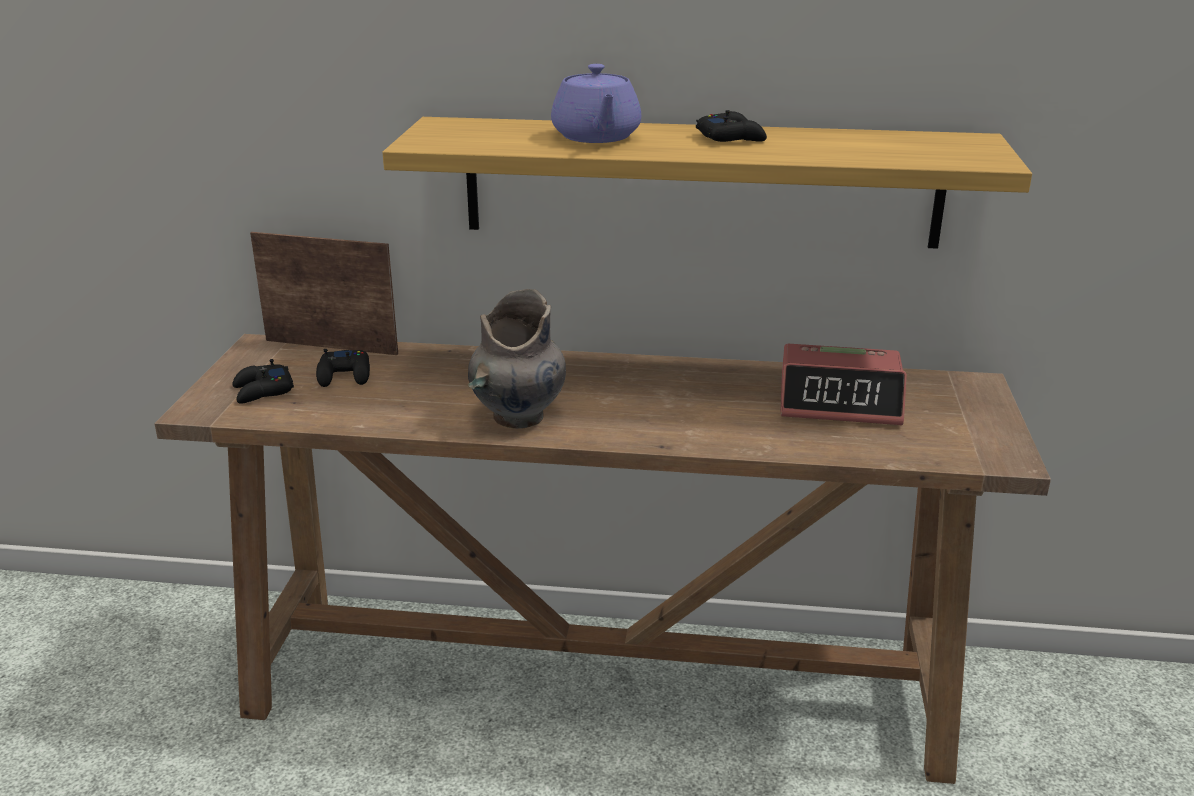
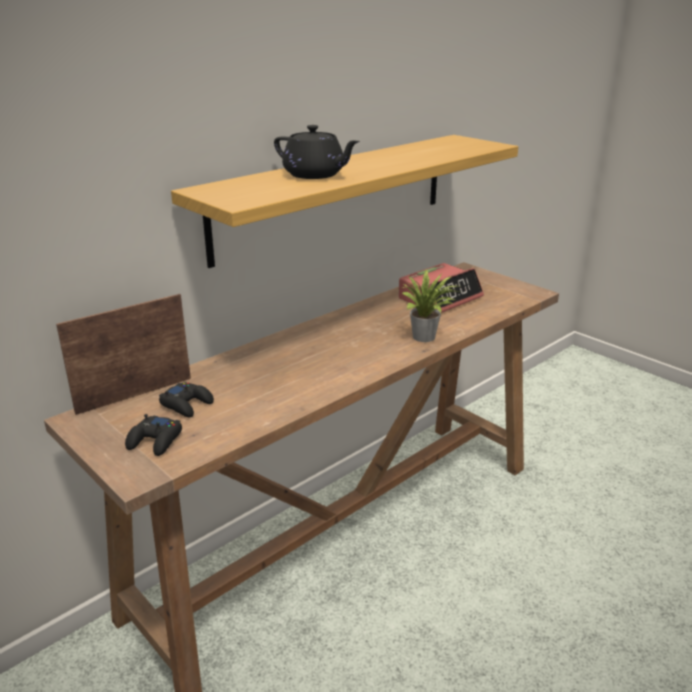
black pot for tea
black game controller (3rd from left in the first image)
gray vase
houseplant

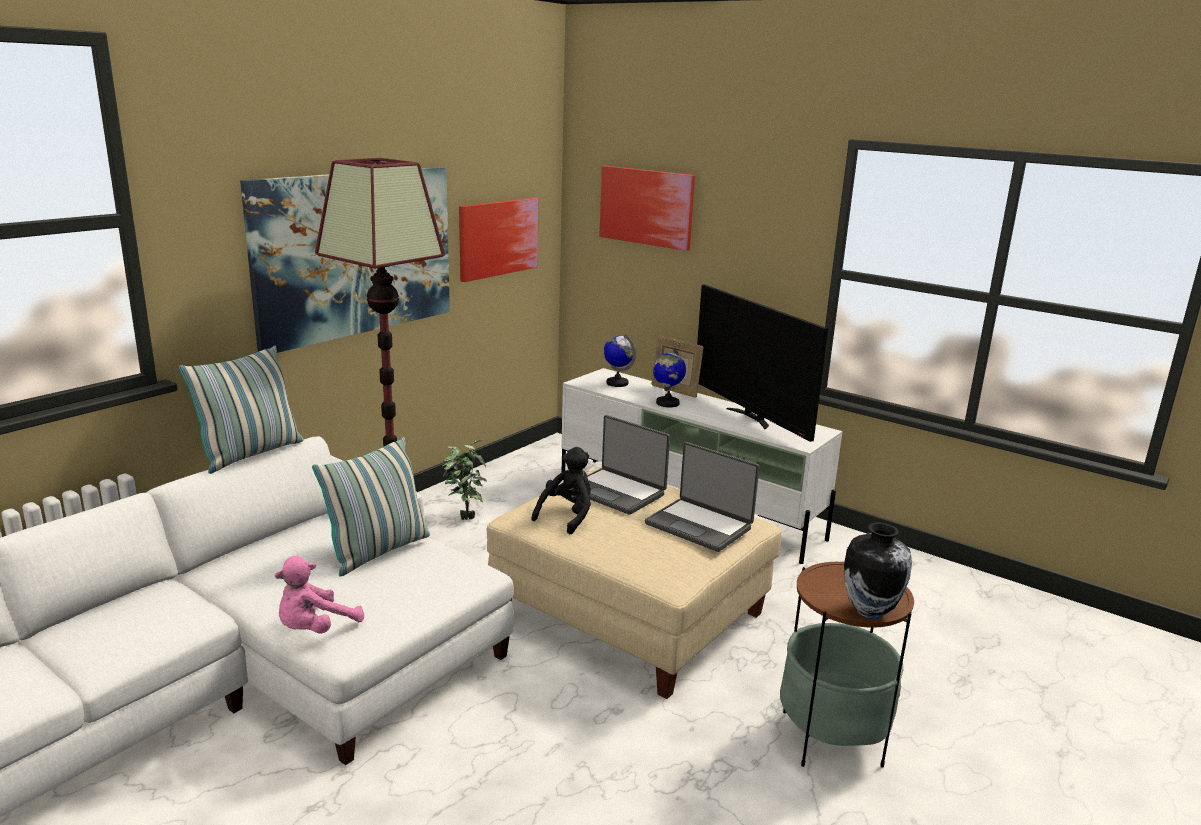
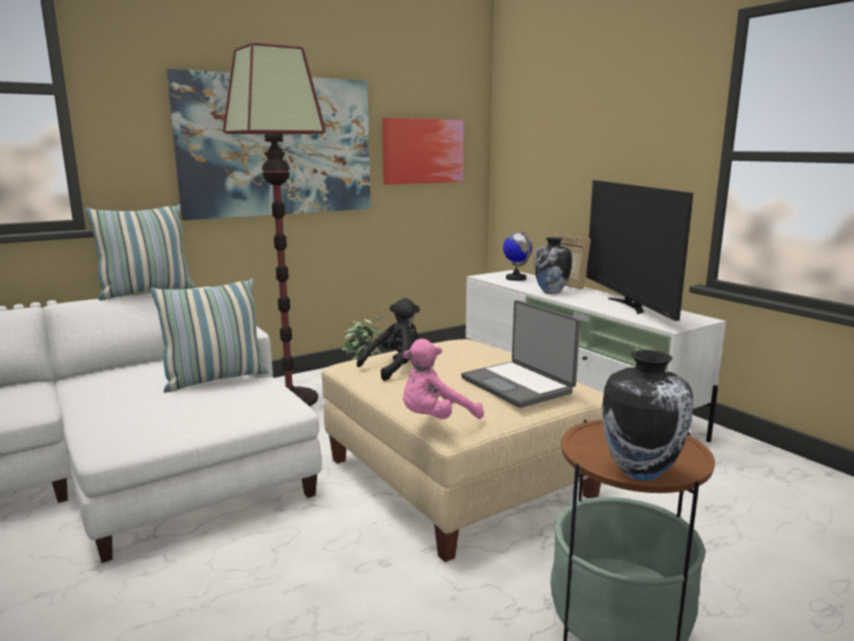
picture (3rd from left in the first image)
vase (1st from left)
portable computer (1st from left in the first image)
pinkish plush toy

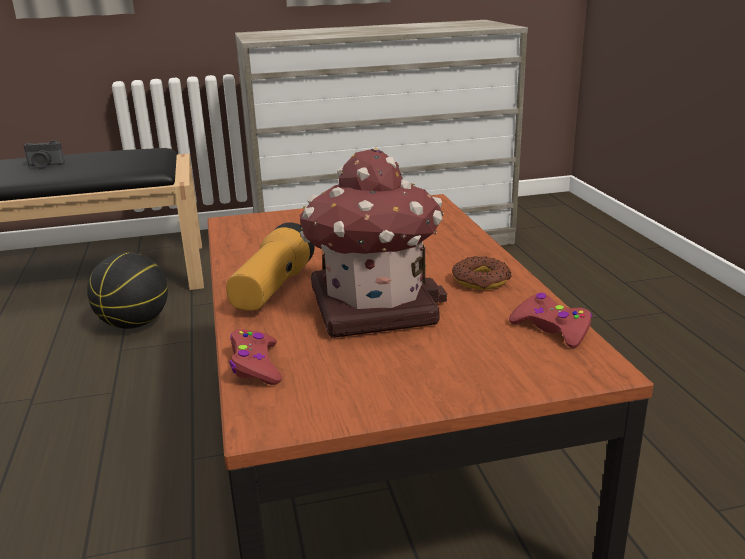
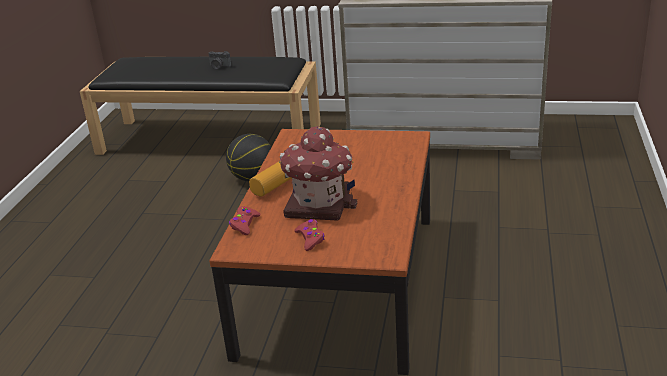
doughnut
red game controller (2nd from left)

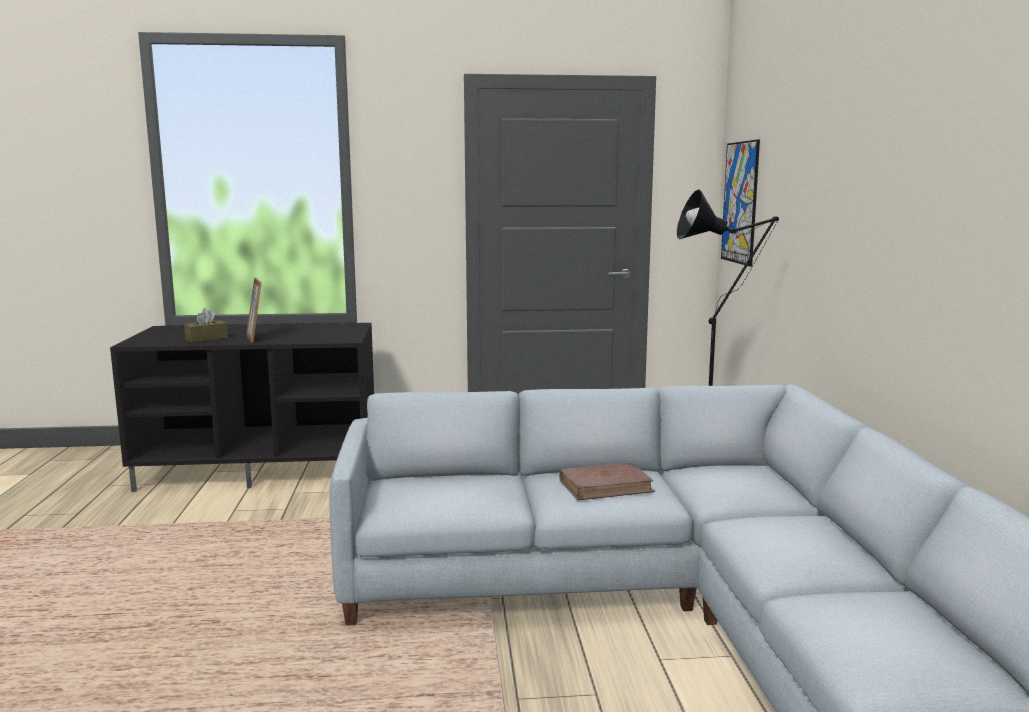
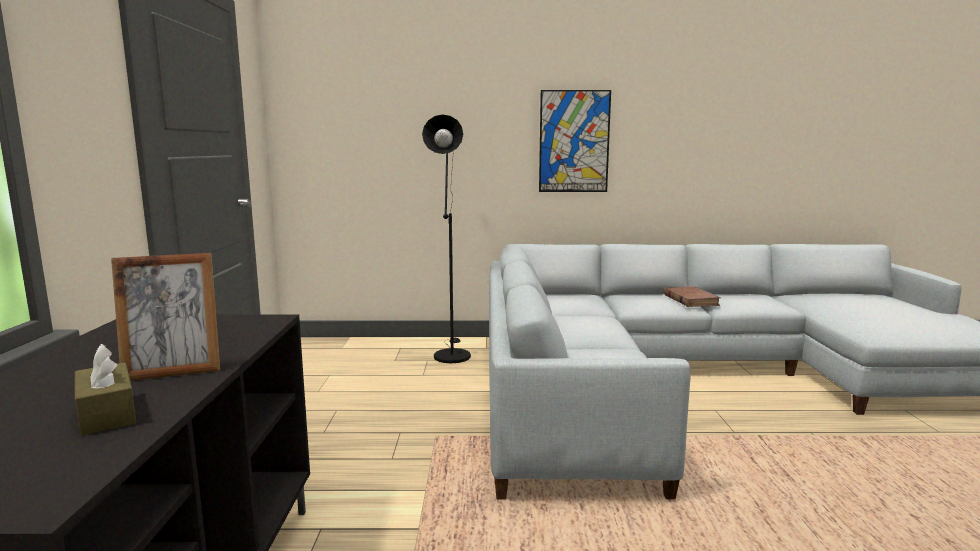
picture
brown volume

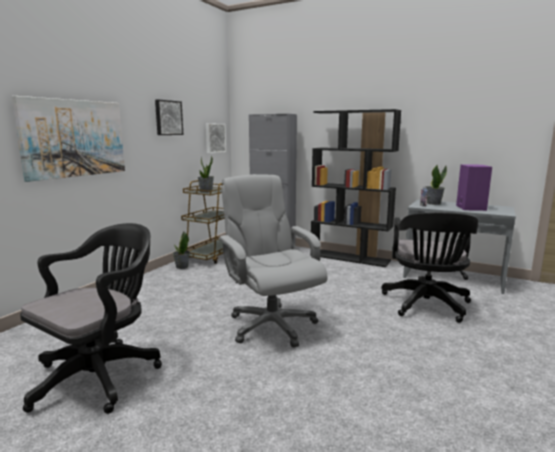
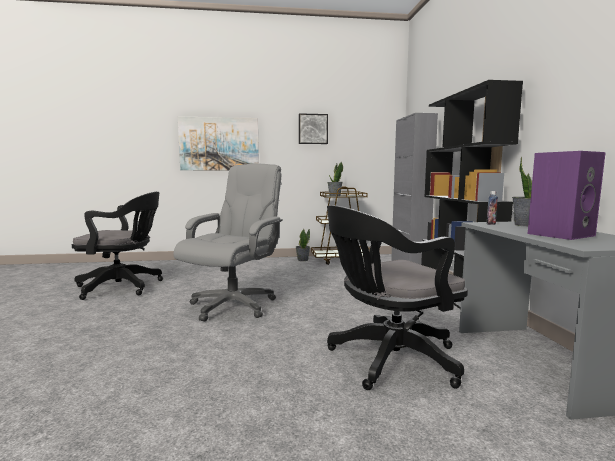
picture (3rd from left in the first image)

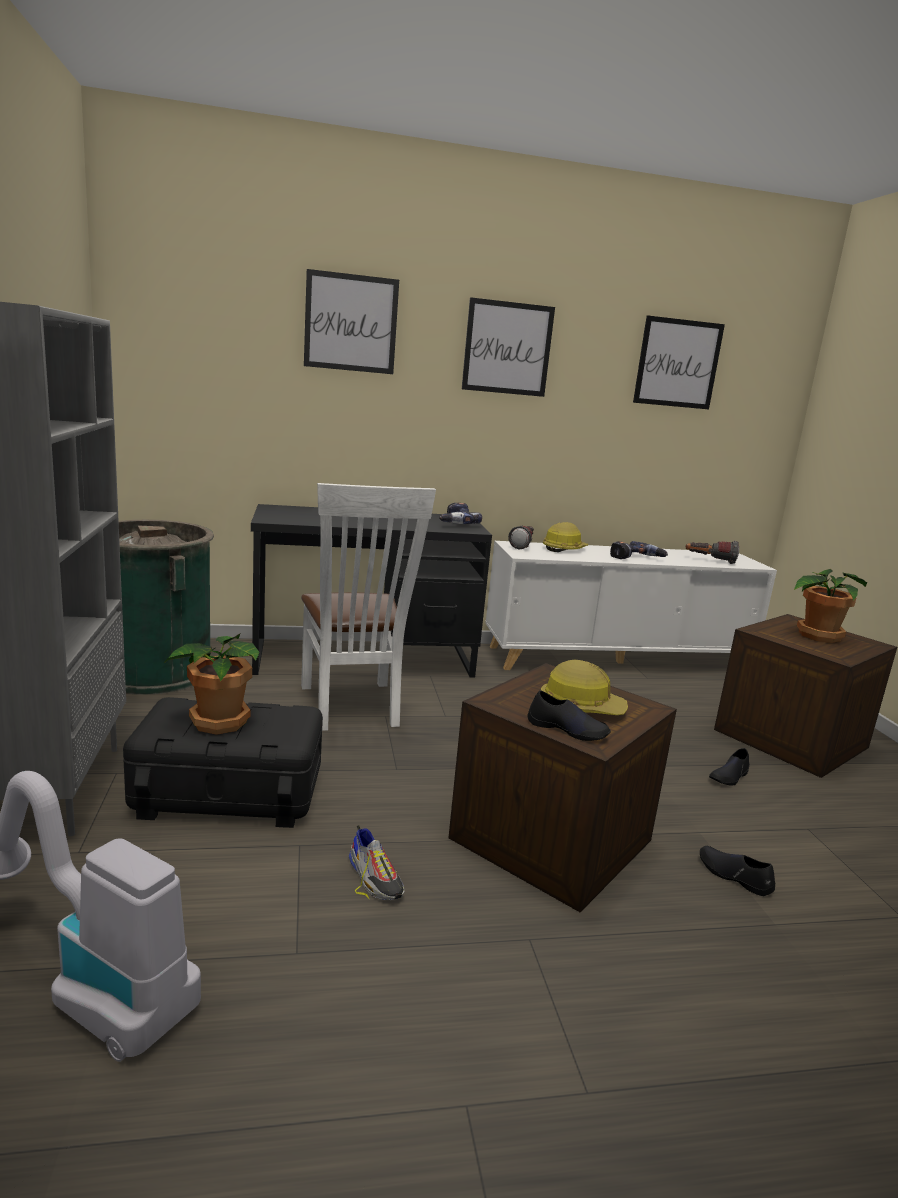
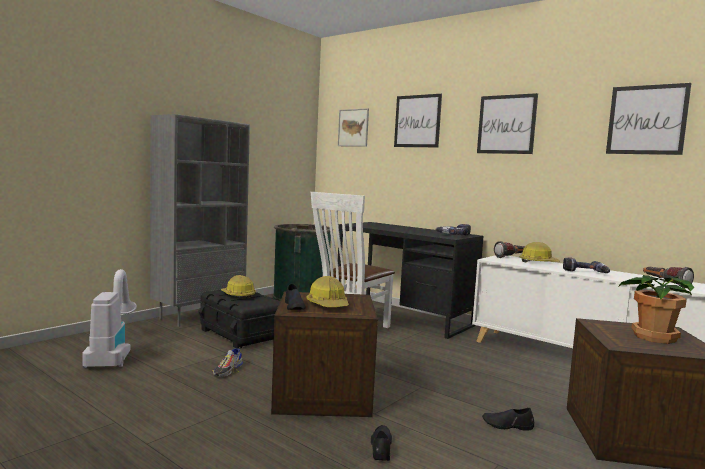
safety helmet (1st from left)
picture (1st from left)

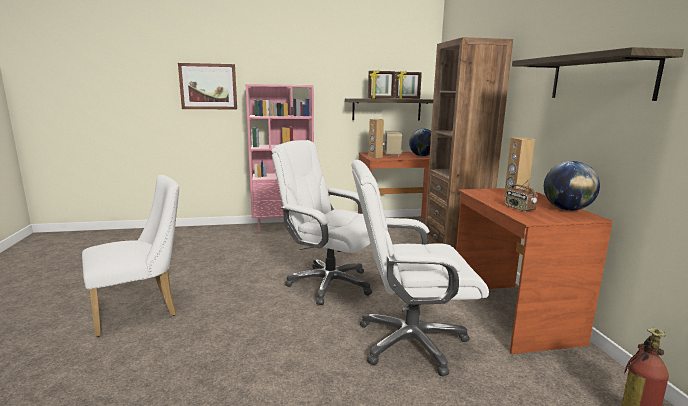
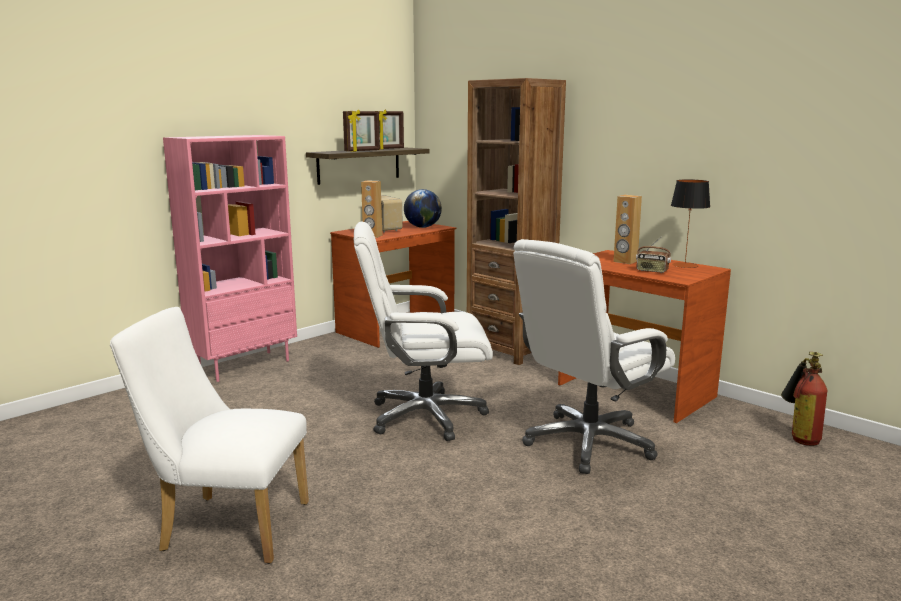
wall shelf (2nd from left in the first image)
picture
table lamp
white-coloured chair

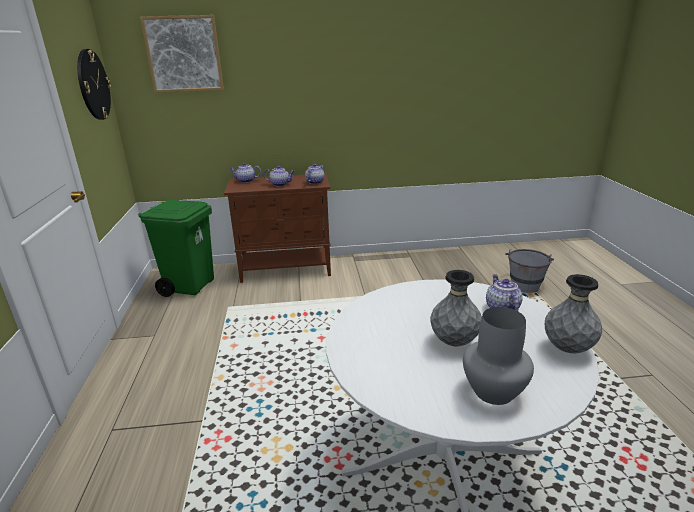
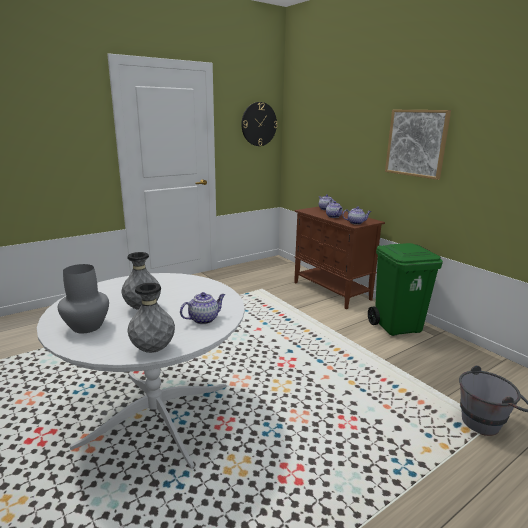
picture
greenish rubbish bin

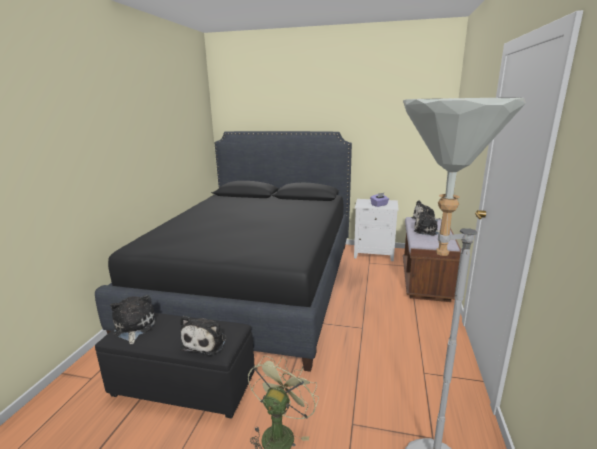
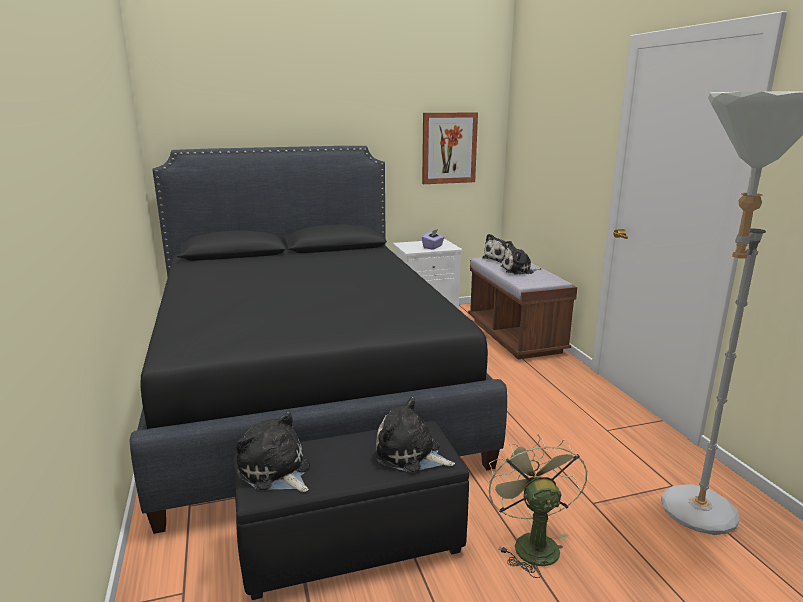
plush toy (2nd from left)
picture

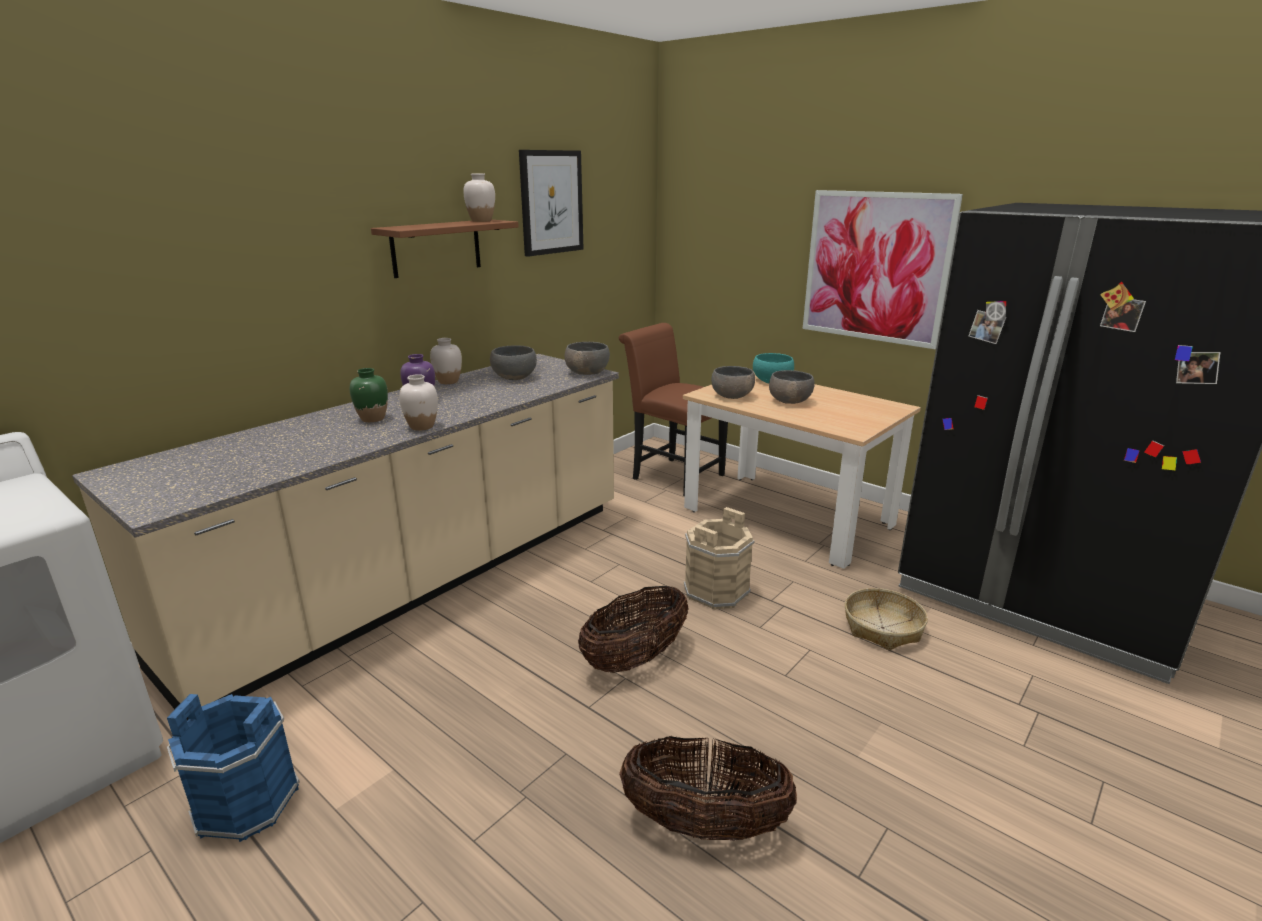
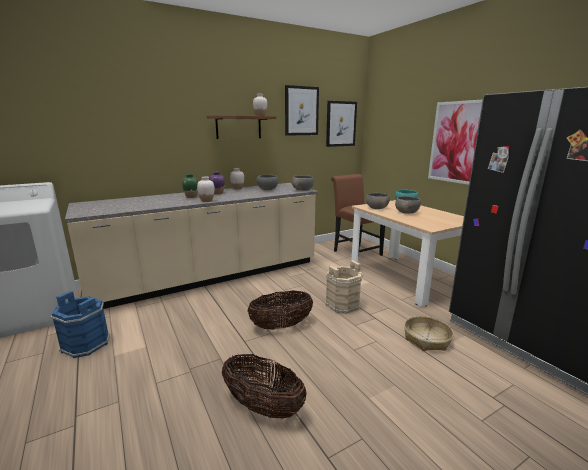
picture (2nd from left)

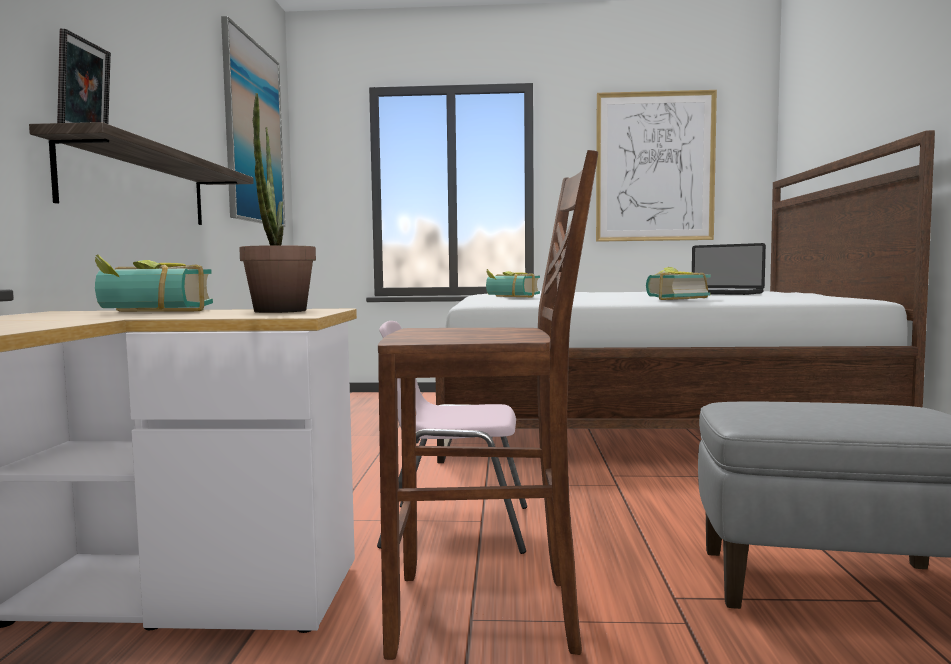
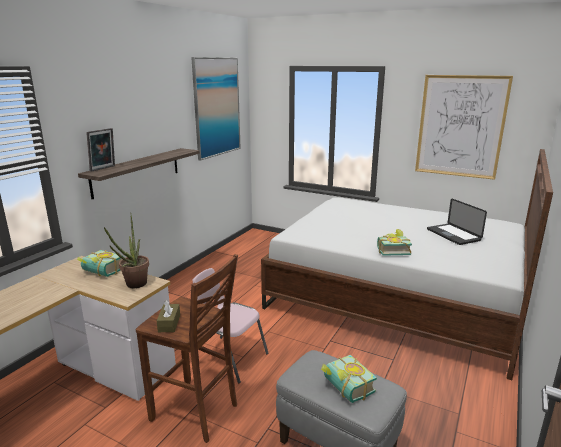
volume (2nd from left)
brown tissue holder

